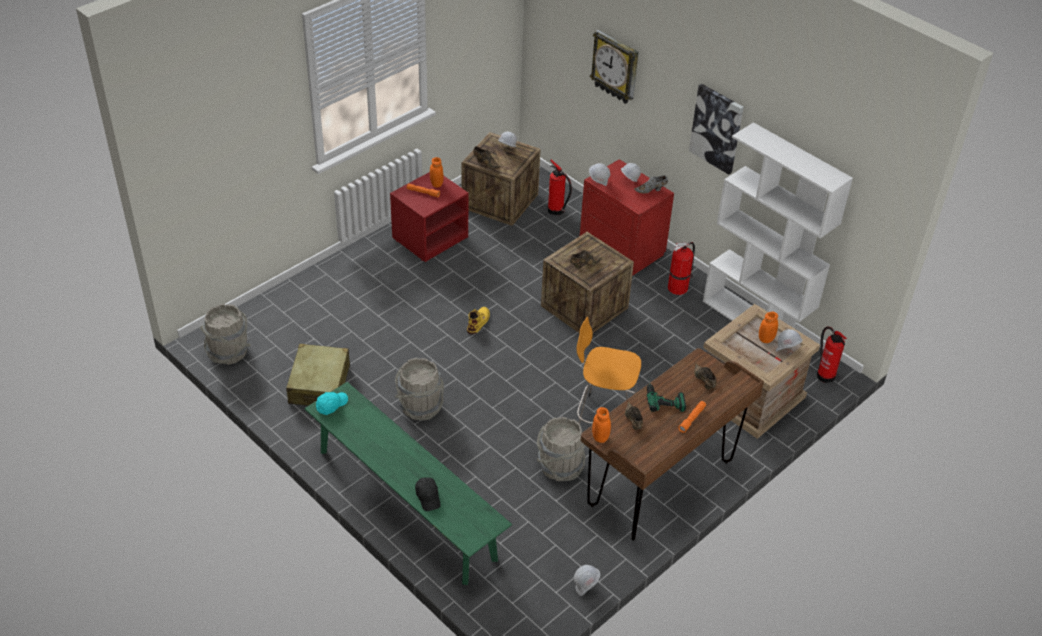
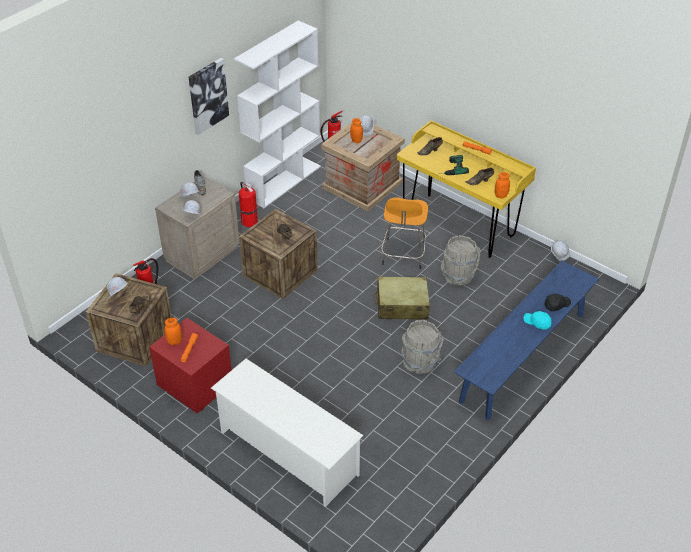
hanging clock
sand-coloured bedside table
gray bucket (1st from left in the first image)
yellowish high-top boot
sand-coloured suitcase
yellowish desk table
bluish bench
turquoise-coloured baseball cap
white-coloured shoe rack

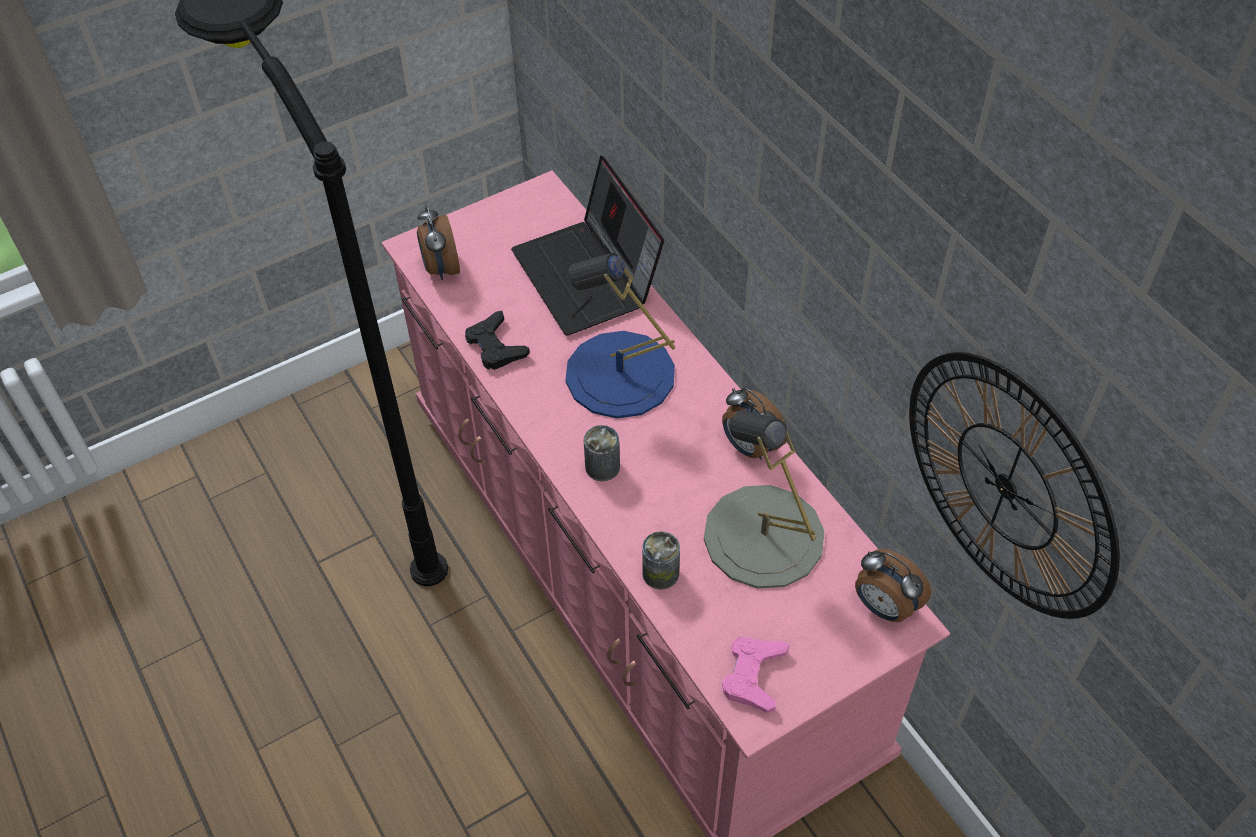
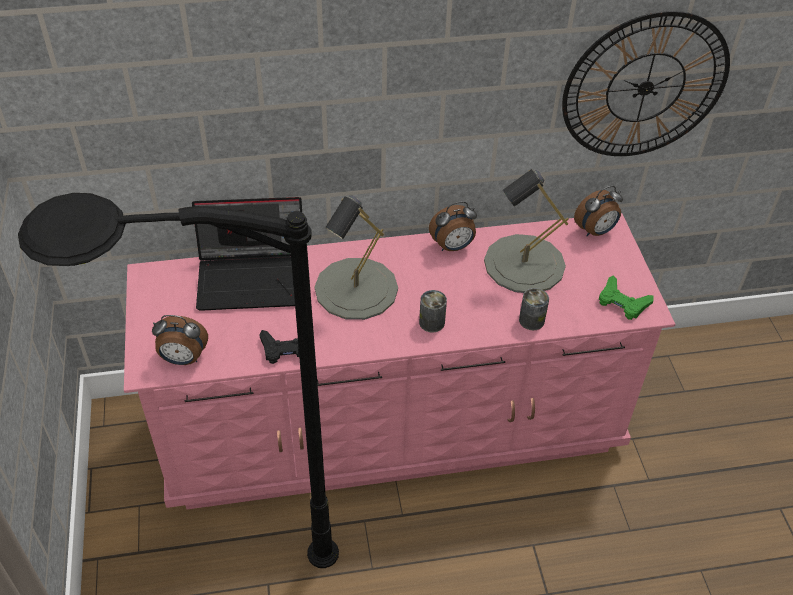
gray table lamp (1st from left)
greenish game controller

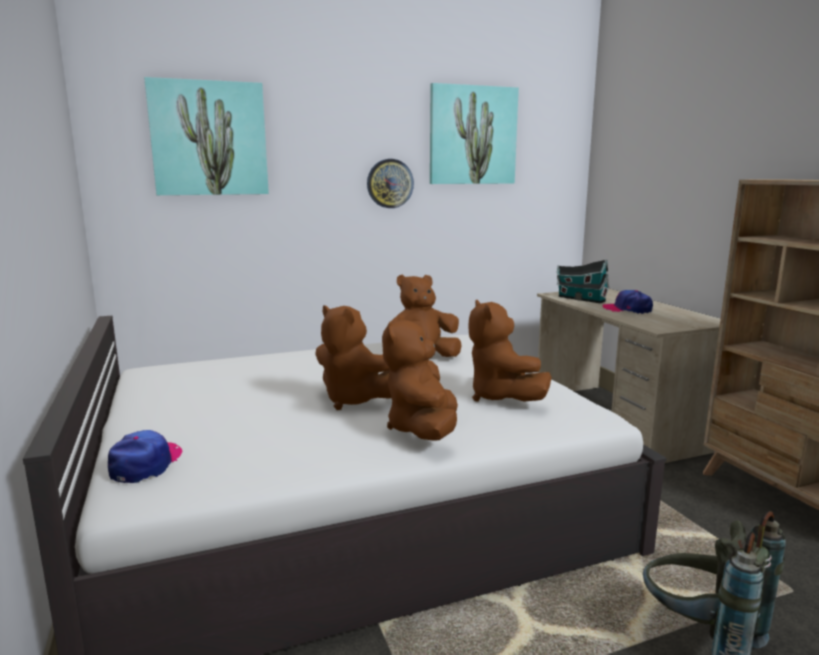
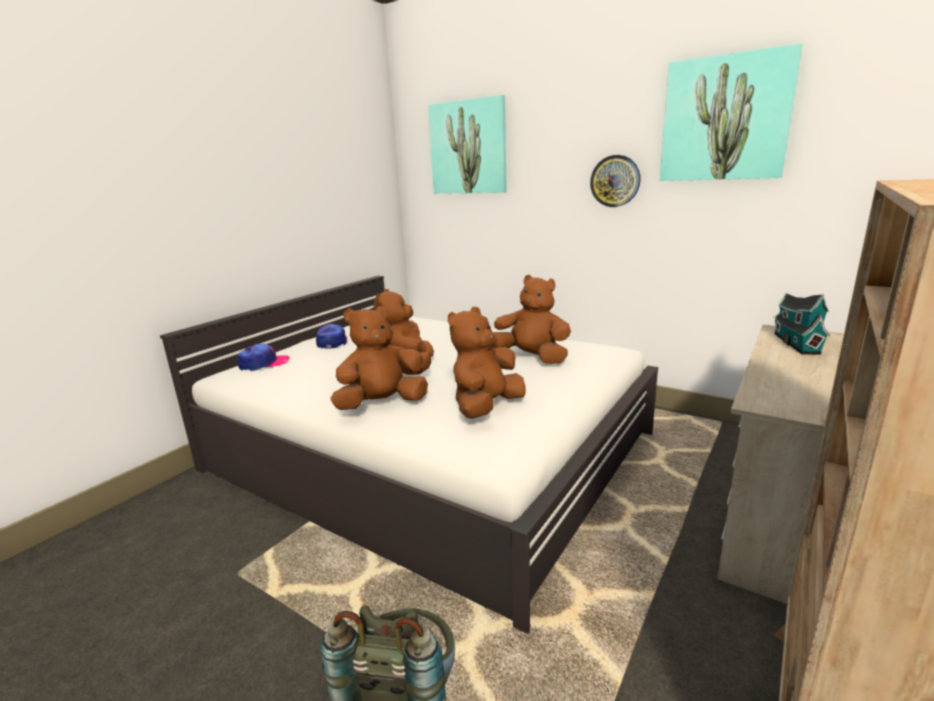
baseball cap (2nd from left)

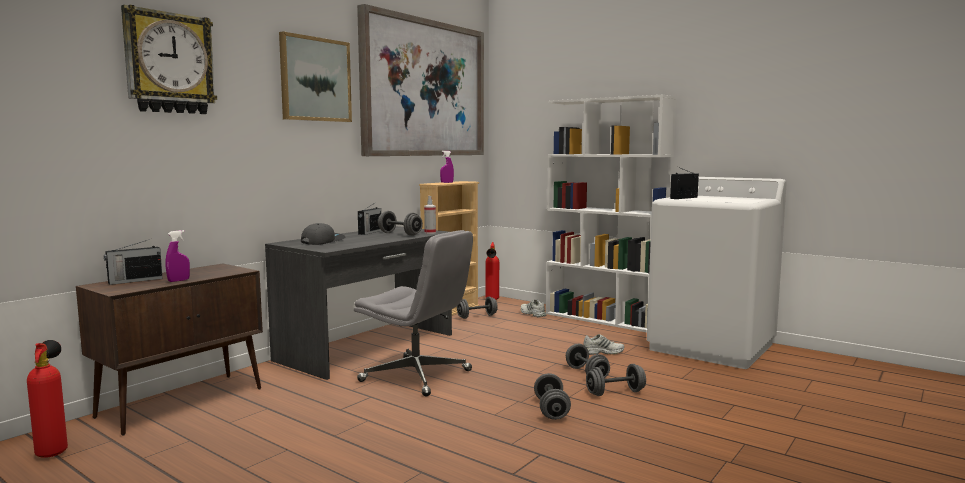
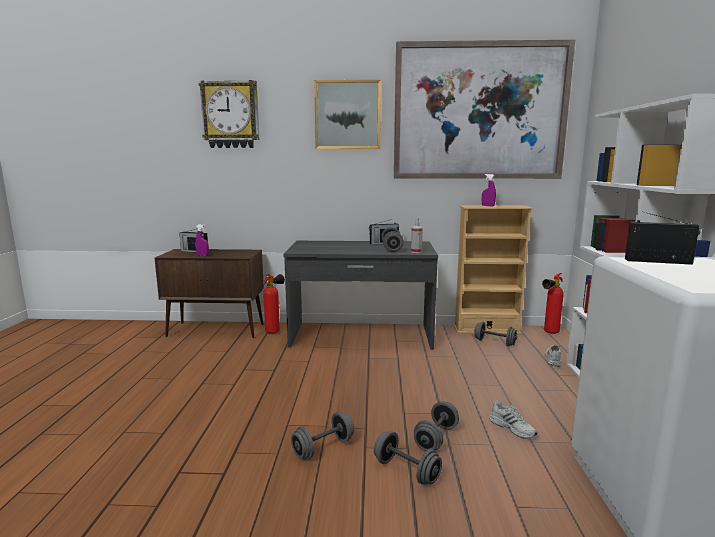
gray baseball cap
gray office chair
fire-fighting cylinder (1st from left)

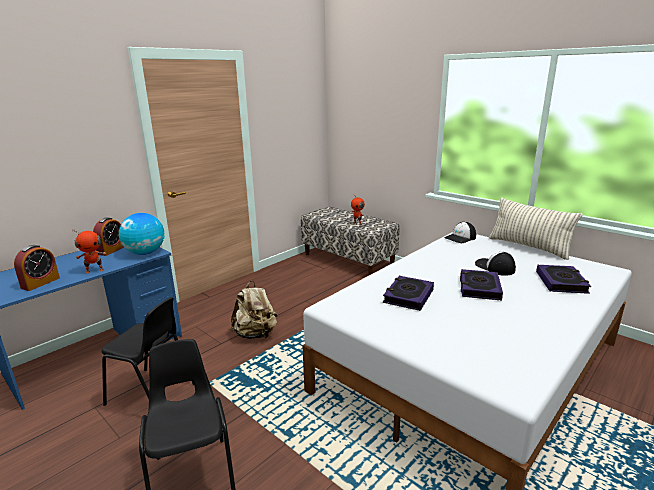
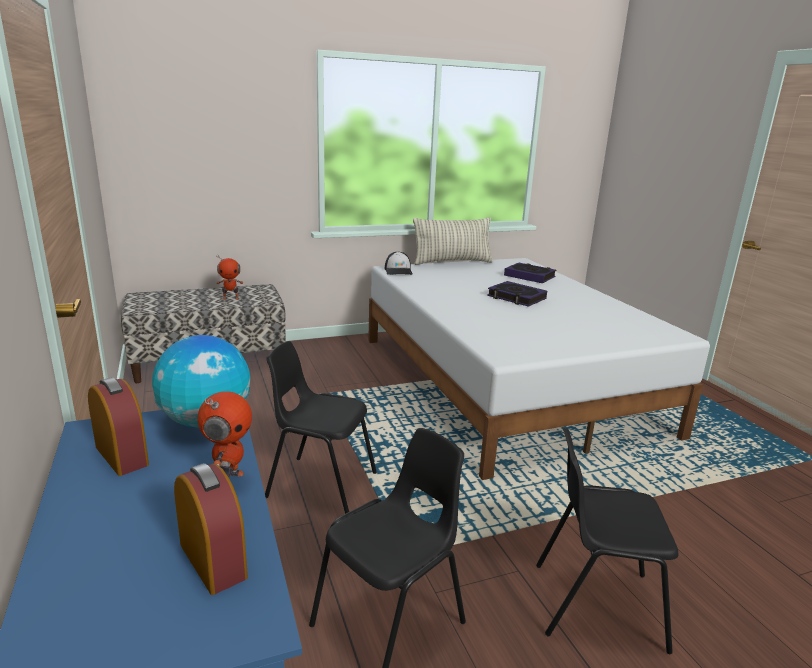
baseball cap (2nd from left in the first image)
volume (1st from left in the first image)
black chair (1st from left)

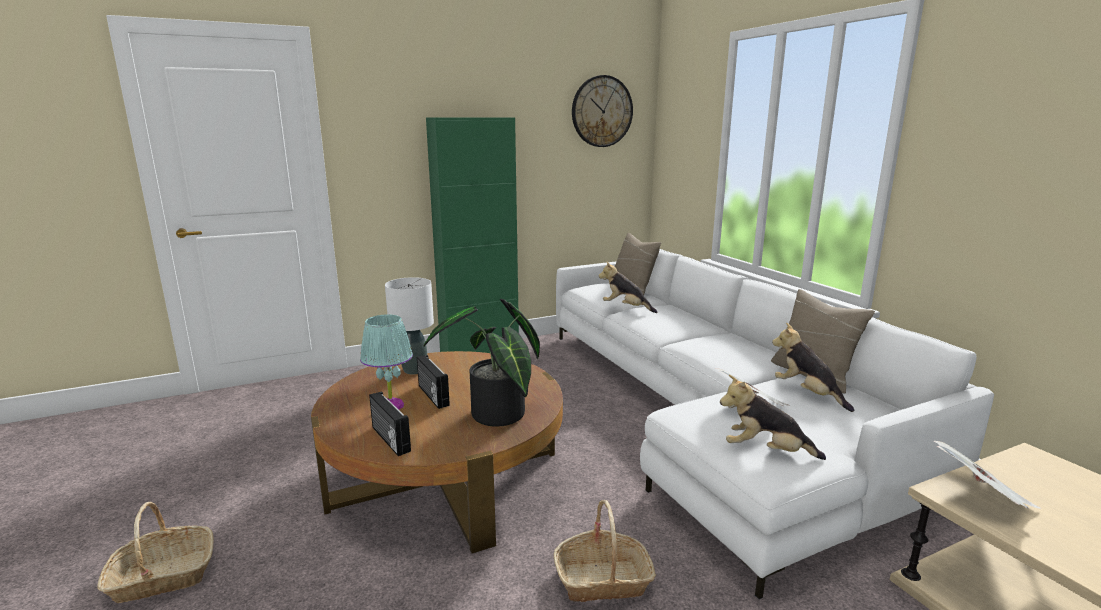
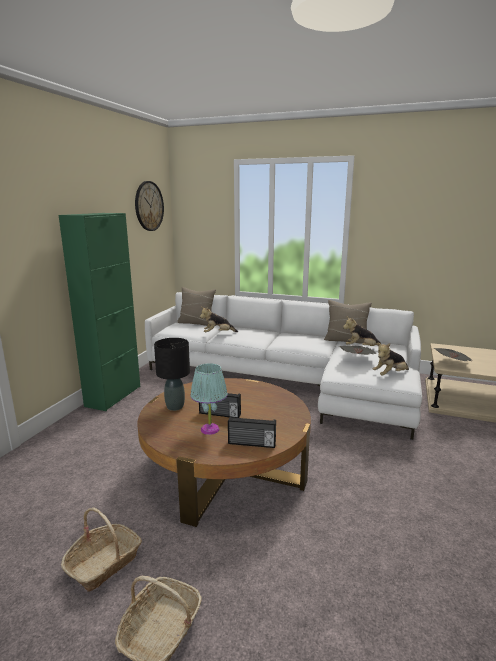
black table lamp
houseplant
storage basket (1st from left)

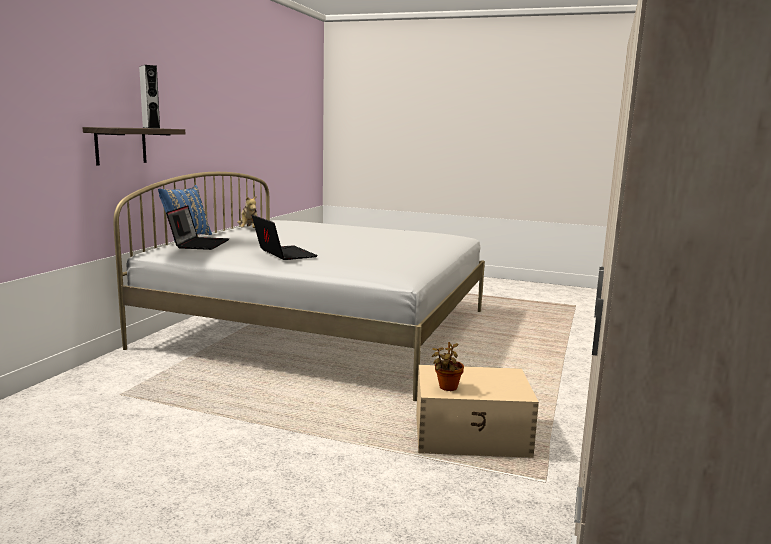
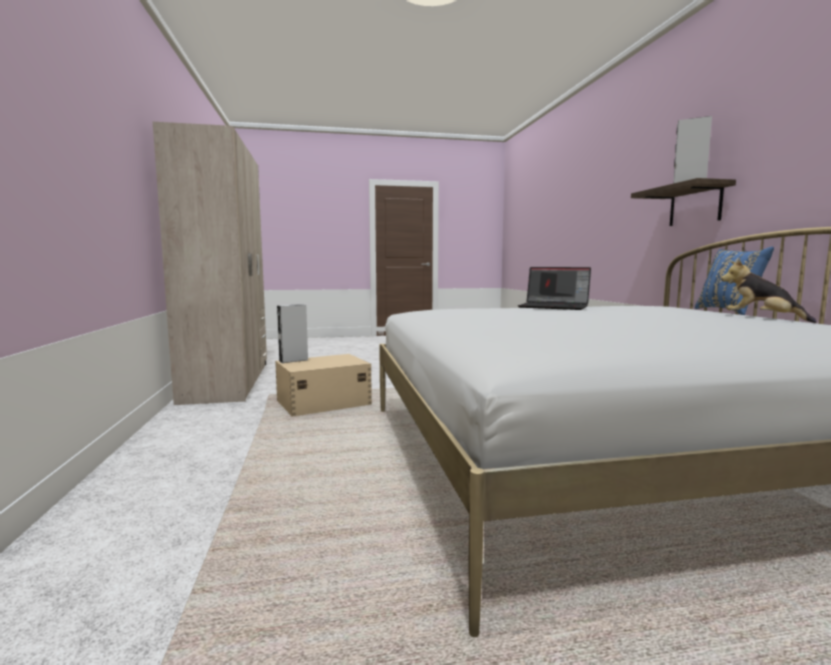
portable computer (1st from left in the first image)
houseplant
gray audio speaker (1st from left)

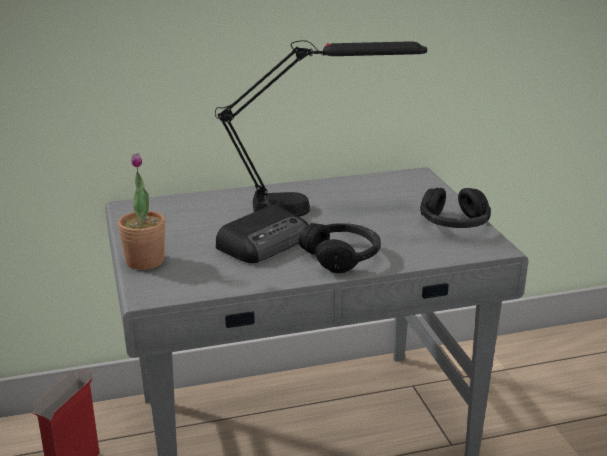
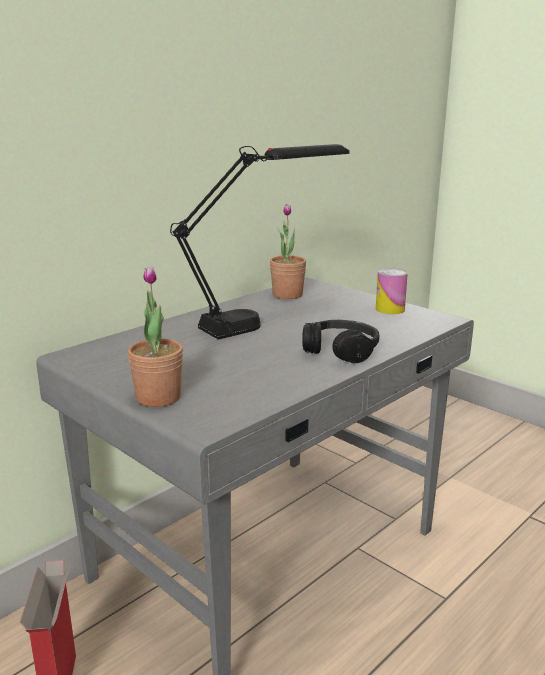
sealed can
radio set
houseplant (2nd from left)

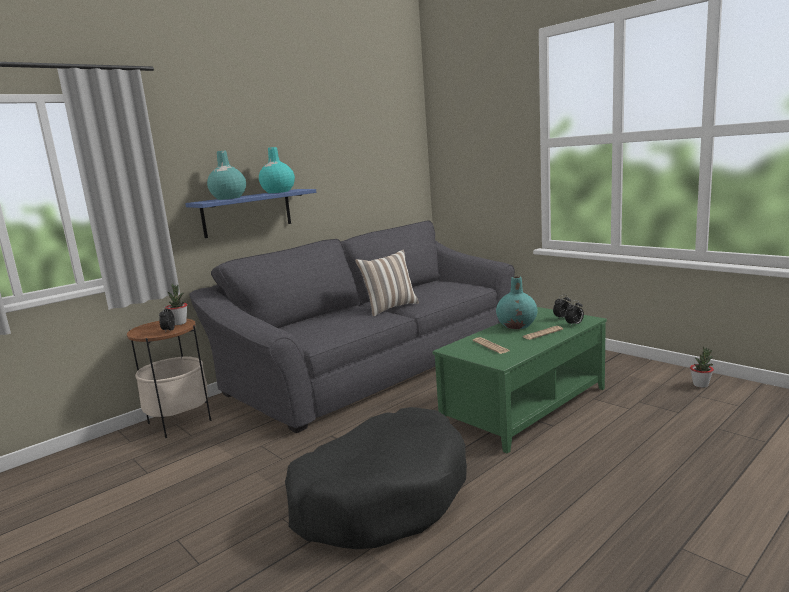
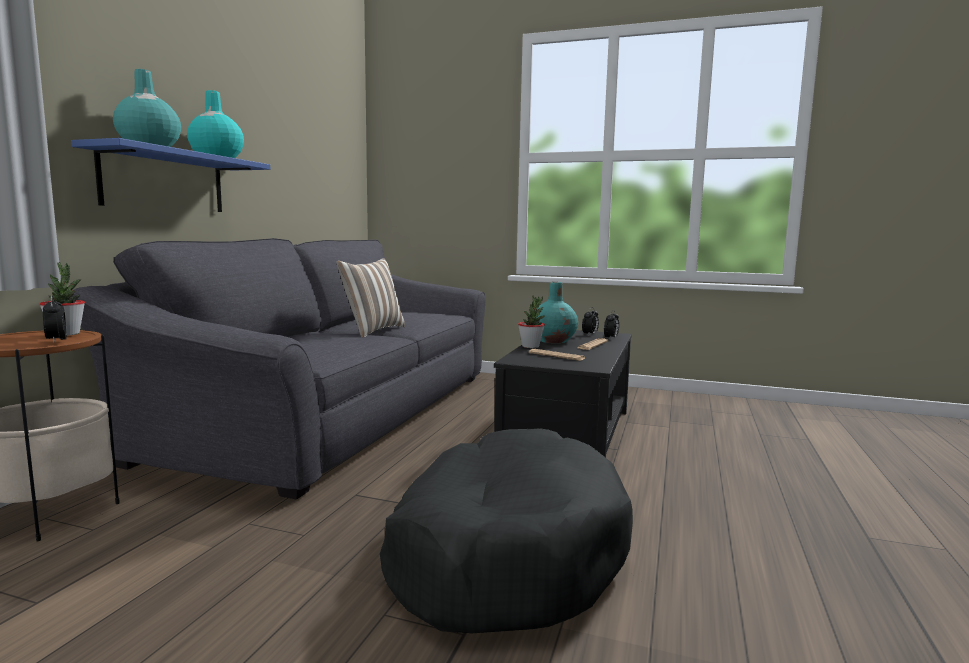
black low table
houseplant (2nd from left)

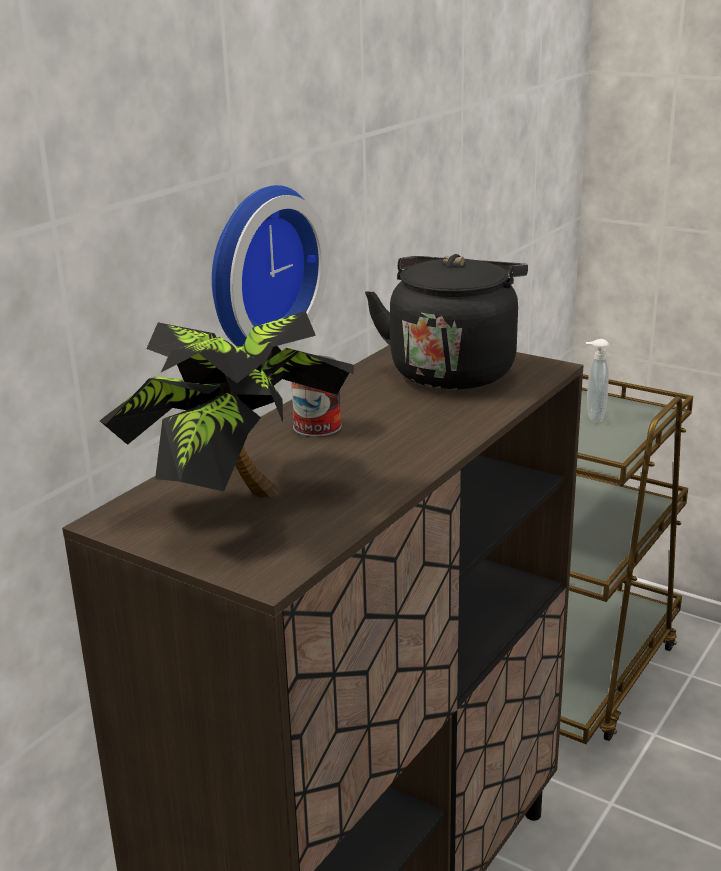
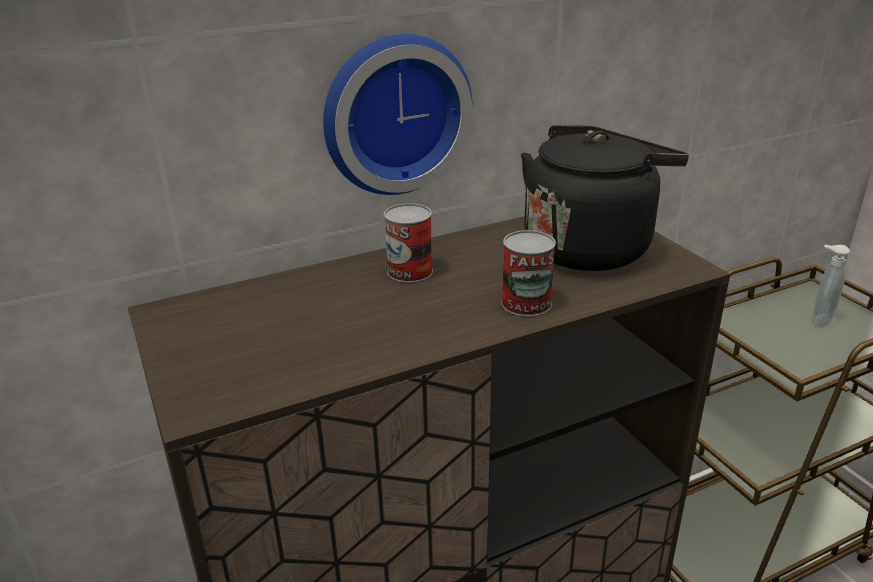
houseplant
sealed can (2nd from left)

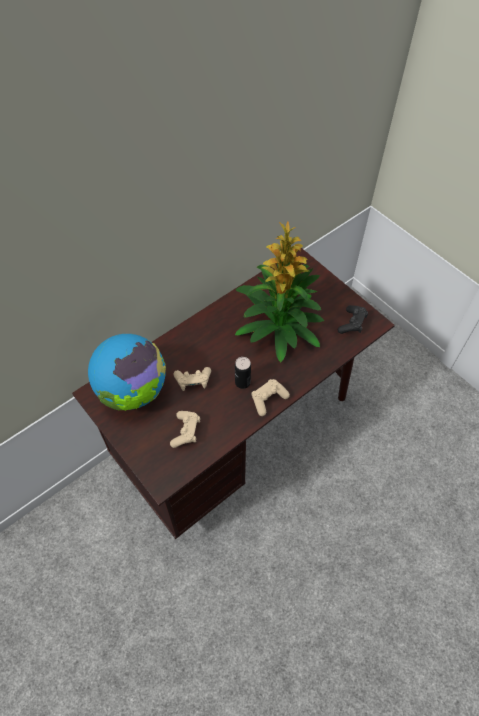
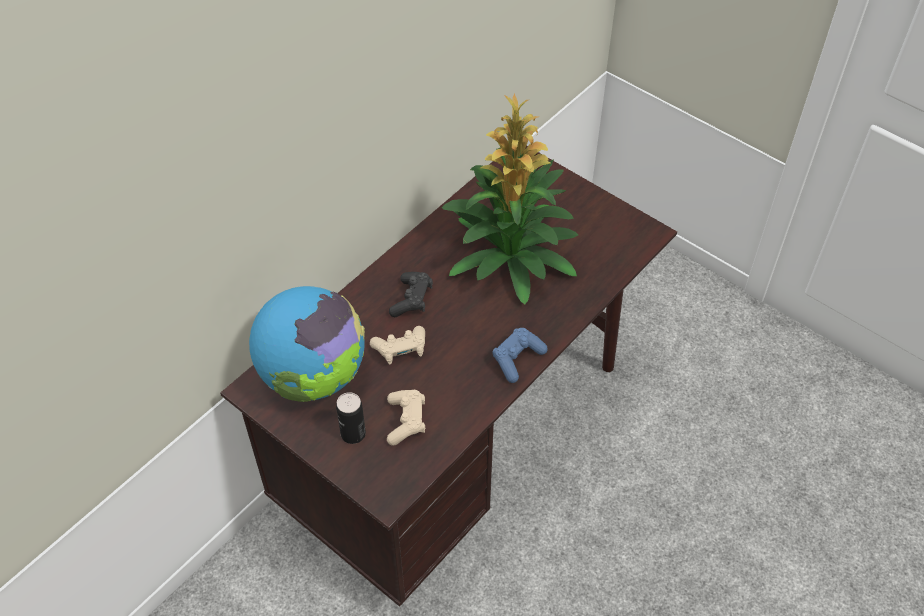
black game controller
sealed can
bluish game controller

